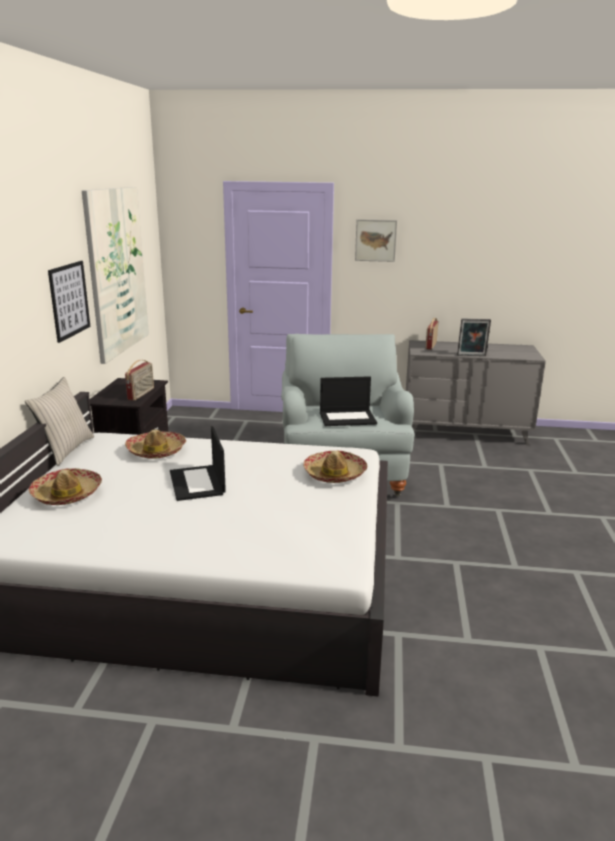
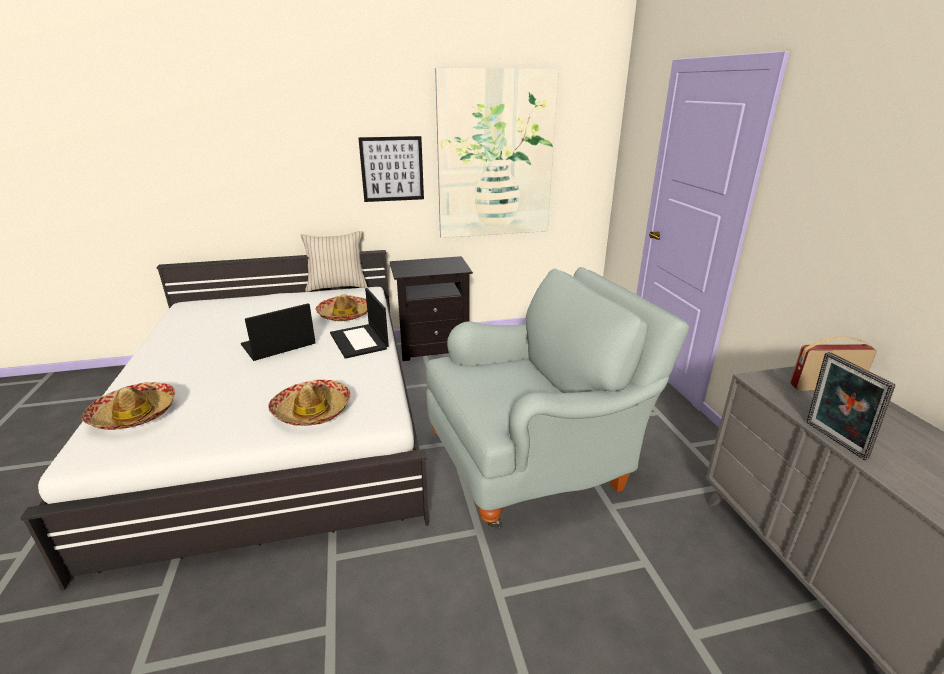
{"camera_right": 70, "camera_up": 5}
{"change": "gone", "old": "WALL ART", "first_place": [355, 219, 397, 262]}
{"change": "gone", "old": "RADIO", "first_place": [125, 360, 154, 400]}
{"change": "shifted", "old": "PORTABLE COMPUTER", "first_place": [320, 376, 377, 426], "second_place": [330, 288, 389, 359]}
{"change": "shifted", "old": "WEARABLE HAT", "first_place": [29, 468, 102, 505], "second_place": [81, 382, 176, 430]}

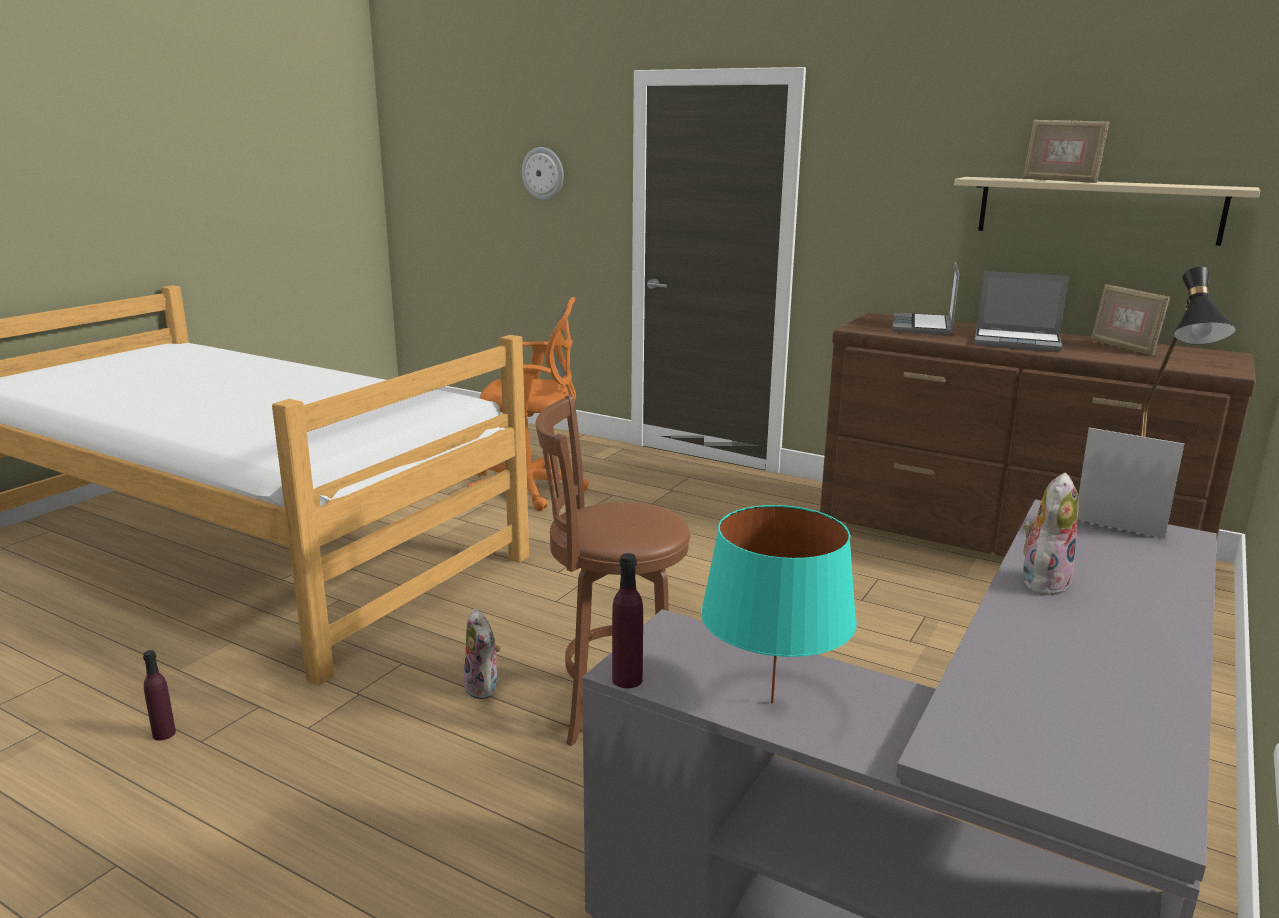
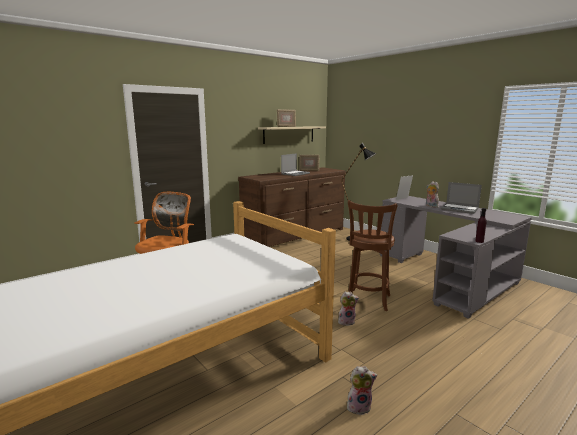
{"camera_right": -70, "camera_up": -5}
{"change": "gone", "old": "HANGING CLOCK", "first_place": [522, 147, 564, 200]}
{"change": "shifted", "old": "PORTABLE COMPUTER", "first_place": [892, 262, 959, 335], "second_place": [441, 182, 482, 214]}
{"change": "gone", "old": "TURQUOISE TABLE LAMP", "first_place": [701, 505, 857, 703]}
{"change": "swapped", "old": "PURPLE BEVERAGE BOTTLE", "new": "PLUSH TOY", "first_place": [143, 650, 176, 740], "second_place": [347, 366, 377, 415]}

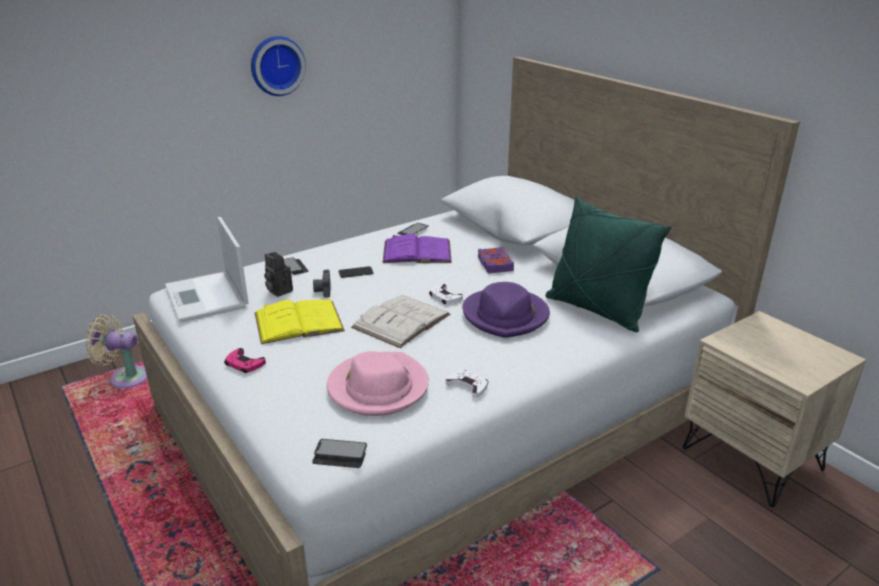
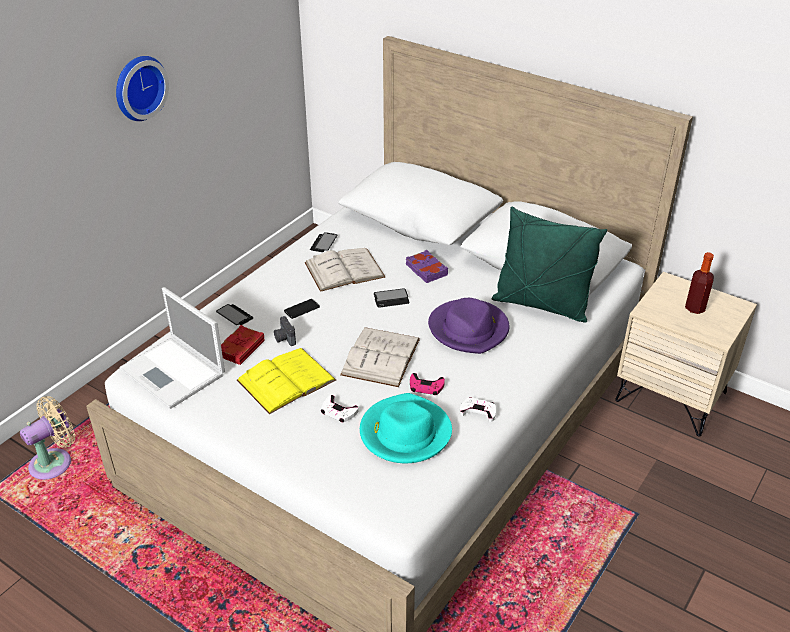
{"camera_right": -20, "camera_up": 10}
{"change": "repainted", "old": "PURPLE BOUND BOOK", "new": "WHITE BOUND BOOK", "first_place": [383, 234, 452, 263], "second_place": [305, 248, 385, 292]}
{"change": "swapped", "old": "STILL CAMERA", "new": "RED-COLOURED BOUND BOOK", "first_place": [264, 252, 293, 297], "second_place": [221, 325, 265, 365]}
{"change": "shifted", "old": "WHITE GAME CONTROLLER", "first_place": [429, 284, 463, 304], "second_place": [321, 395, 359, 422]}
{"change": "rotated", "old": "SAND-COLOURED ELECTRIC FAN", "first_place": [85, 314, 147, 388], "second_place": [20, 396, 75, 480], "degrees": 150}
{"change": "shifted", "old": "PINK-COLOURED GAME CONTROLLER", "first_place": [224, 348, 266, 373], "second_place": [410, 373, 445, 395]}
{"change": "repainted", "old": "PINK-COLOURED WEARABLE HAT", "new": "TURQUOISE WEARABLE HAT", "first_place": [327, 351, 429, 416], "second_place": [360, 393, 452, 463]}
{"change": "shifted", "old": "HANDSET", "first_place": [312, 439, 367, 468], "second_place": [374, 288, 410, 308]}
{"change": "new", "new": "BEVERAGE BOTTLE", "second_place": [685, 252, 714, 314]}

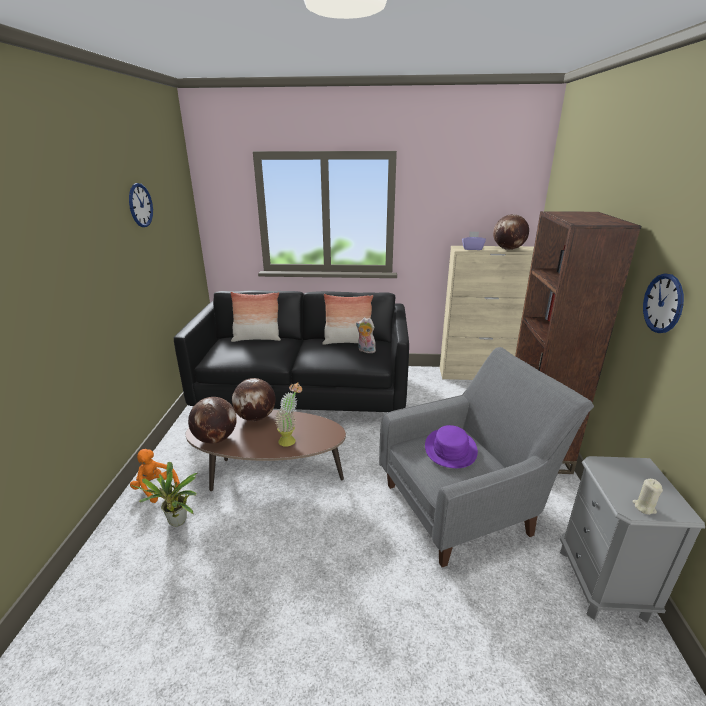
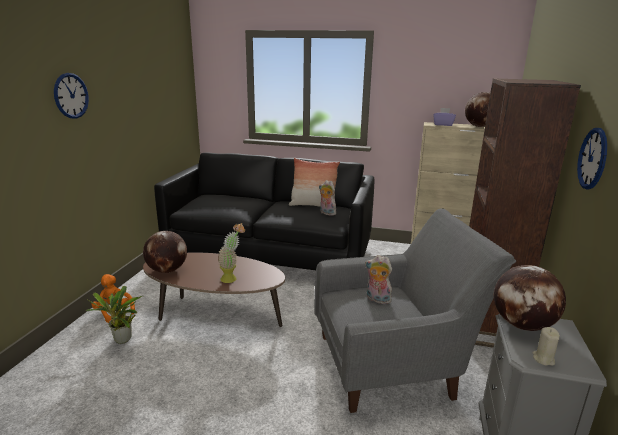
{"camera_right": 10, "camera_up": -5}
{"change": "shifted", "old": "HANGING CLOCK", "first_place": [129, 183, 153, 227], "second_place": [54, 73, 89, 119]}
{"change": "gone", "old": "CUSHION", "first_place": [230, 292, 281, 342]}
{"change": "shifted", "old": "DESK GLOBE", "first_place": [232, 378, 276, 421], "second_place": [494, 265, 566, 331]}
{"change": "swapped", "old": "PURPLE WEARABLE HAT", "new": "PLUSH TOY", "first_place": [425, 425, 478, 468], "second_place": [365, 255, 393, 304]}

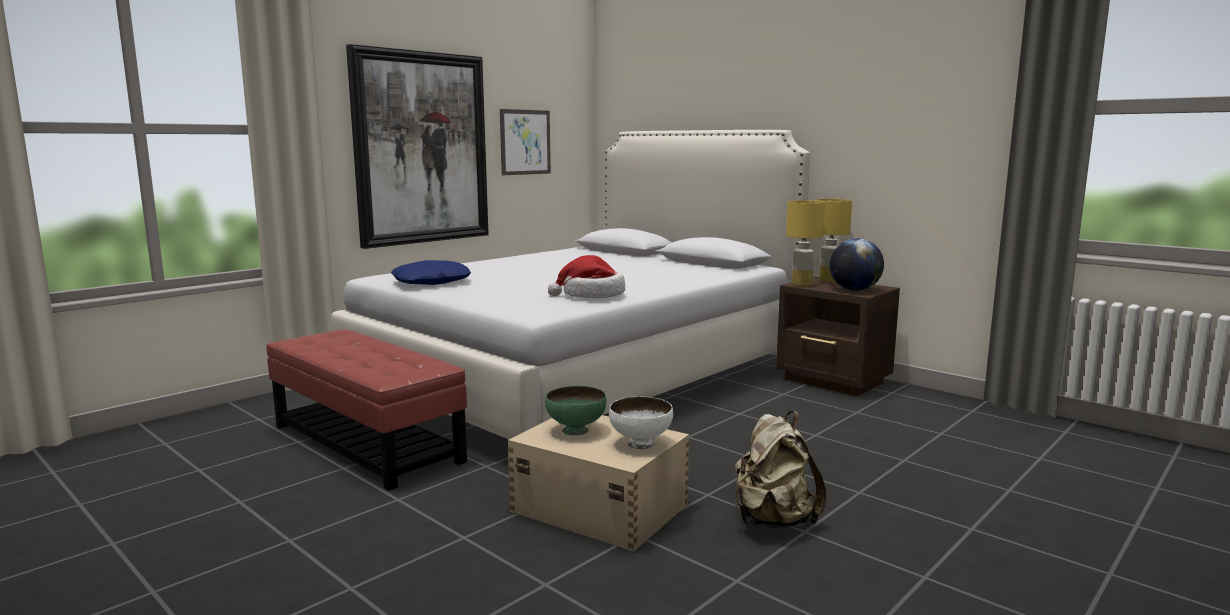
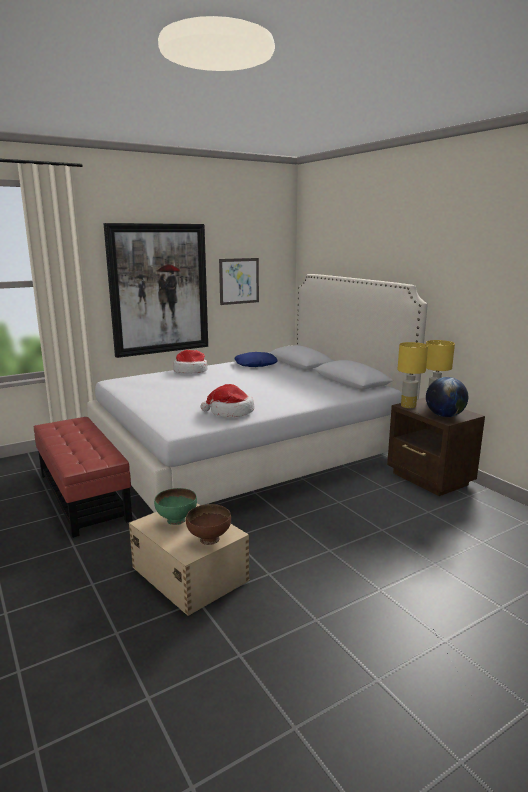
{"camera_right": 15, "camera_up": 5}
{"change": "shifted", "old": "BLUE-COLOURED CUSHION", "first_place": [391, 260, 471, 285], "second_place": [234, 352, 277, 367]}
{"change": "repainted", "old": "WHITE DEEP DISH", "new": "BROWN DEEP DISH", "first_place": [609, 396, 673, 449], "second_place": [186, 504, 231, 545]}
{"change": "gone", "old": "SAND-COLOURED BACKPACK", "first_place": [735, 411, 826, 529]}
{"change": "new", "new": "WEARABLE HAT", "second_place": [173, 350, 207, 374]}

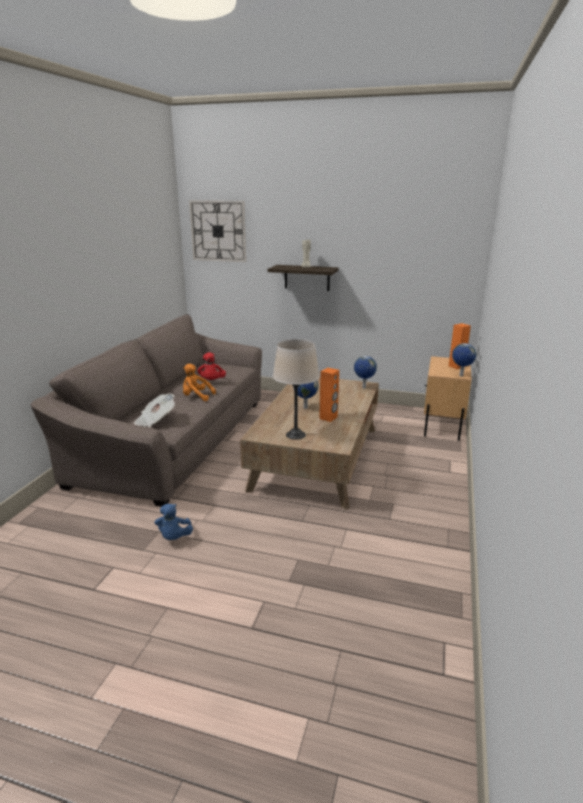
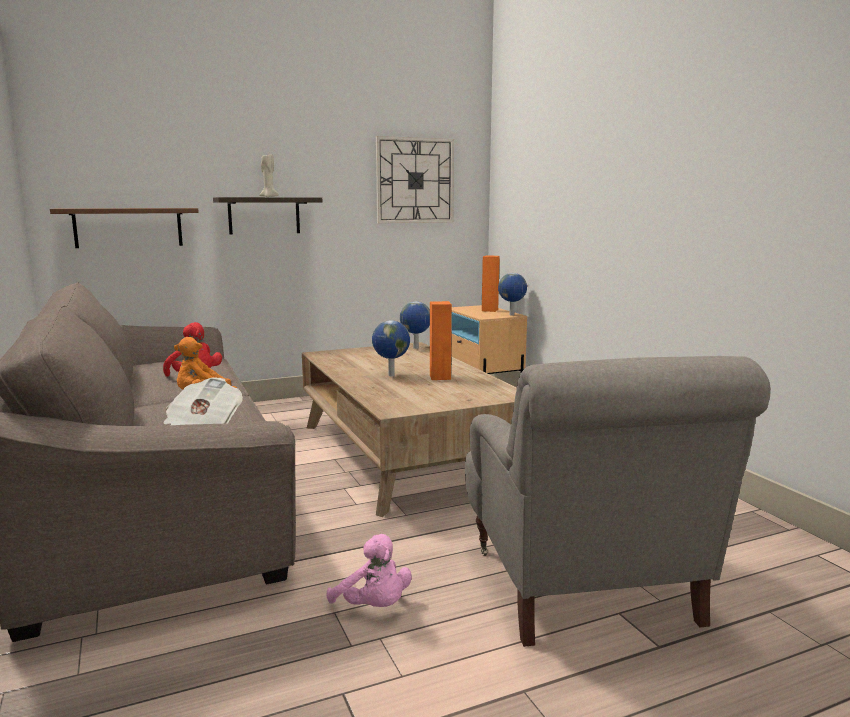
{"camera_right": -40, "camera_up": -10}
{"change": "shifted", "old": "HANGING CLOCK", "first_place": [189, 200, 246, 262], "second_place": [376, 136, 454, 223]}
{"change": "gone", "old": "SAND-COLOURED TABLE LAMP", "first_place": [273, 339, 320, 440]}
{"change": "repainted", "old": "BLUE-COLOURED PLUSH TOY", "new": "PINK-COLOURED PLUSH TOY", "first_place": [155, 504, 193, 540], "second_place": [327, 534, 412, 607]}
{"change": "new", "new": "BROWN BRACKET SHELF", "second_place": [50, 208, 199, 248]}
{"change": "new", "new": "GREYISH ARMCHAIR", "second_place": [465, 356, 771, 647]}

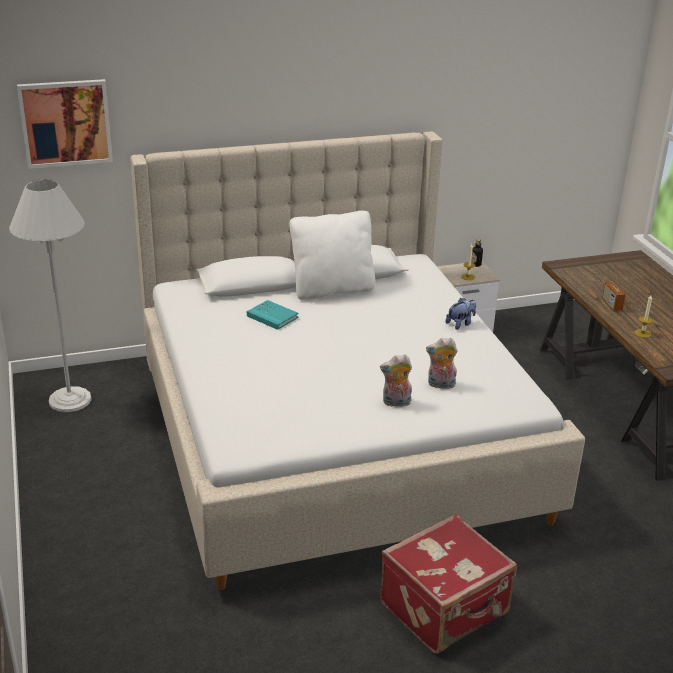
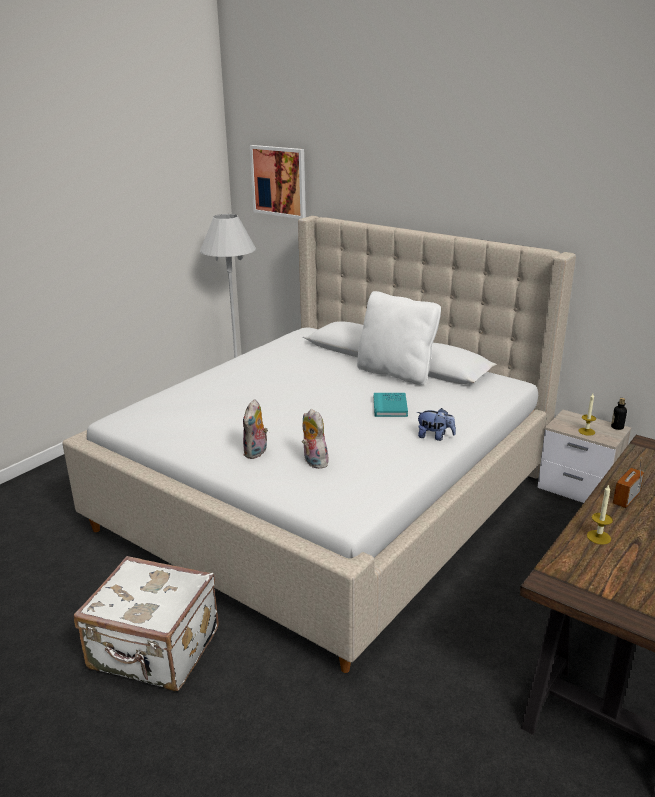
{"camera_right": 55, "camera_up": -5}
{"change": "shifted", "old": "TURQUOISE BOUND BOOK", "first_place": [247, 300, 298, 330], "second_place": [374, 393, 408, 417]}
{"change": "rotated", "old": "PLUSH TOY", "first_place": [380, 354, 412, 407], "second_place": [243, 399, 268, 459], "degrees": -120}
{"change": "repainted", "old": "RED-COLOURED PIECE OF LUGGAGE", "new": "WHITE PIECE OF LUGGAGE", "first_place": [380, 514, 517, 654], "second_place": [74, 556, 219, 691]}

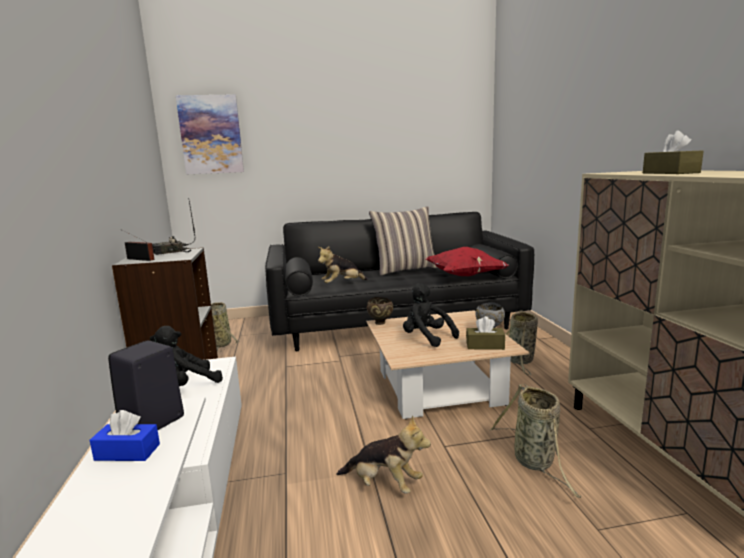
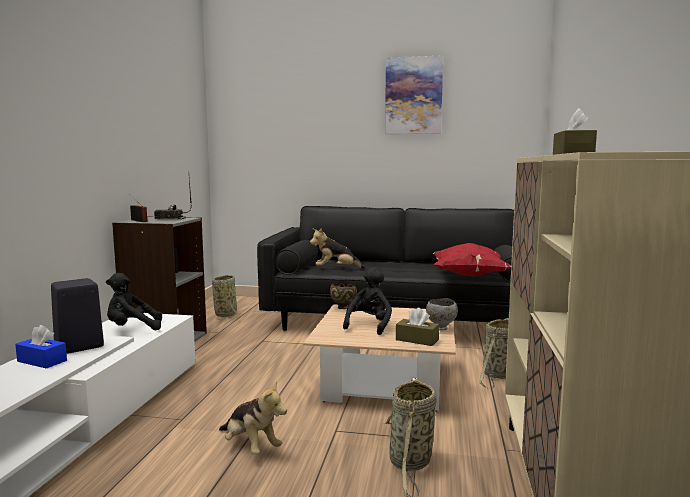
{"camera_right": 20, "camera_up": -5}
{"change": "shifted", "old": "WALL ART", "first_place": [176, 94, 244, 174], "second_place": [385, 55, 443, 134]}
{"change": "gone", "old": "CUSHION", "first_place": [369, 206, 438, 276]}
{"change": "rotated", "old": "BLACK PLUSH TOY", "first_place": [403, 283, 459, 347], "second_place": [343, 267, 392, 335], "degrees": 45}

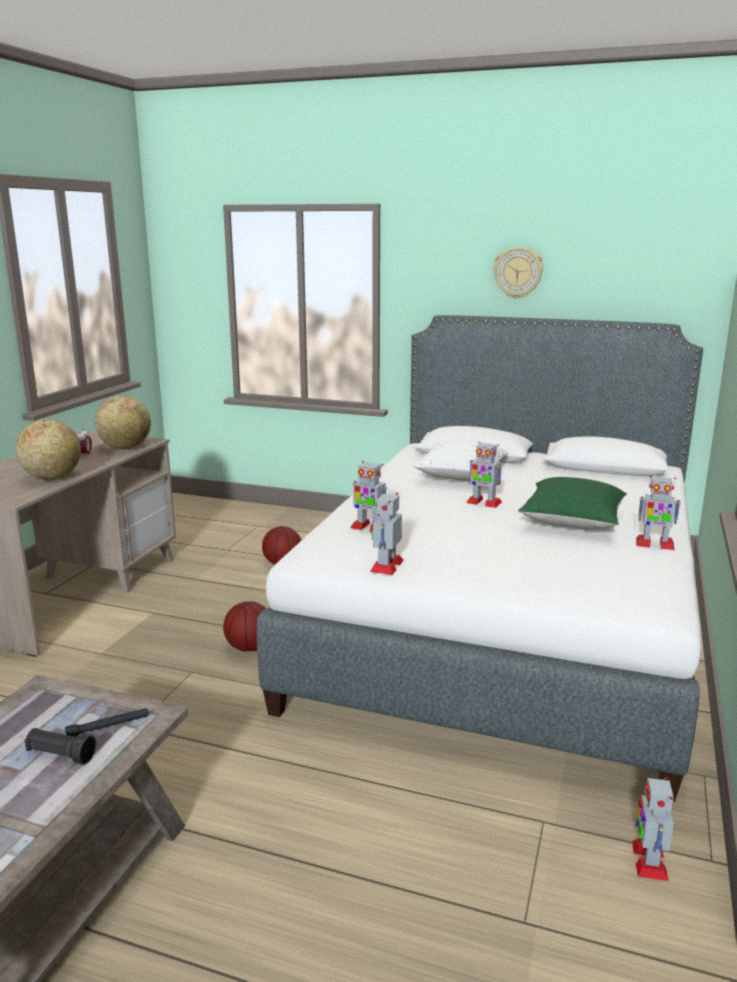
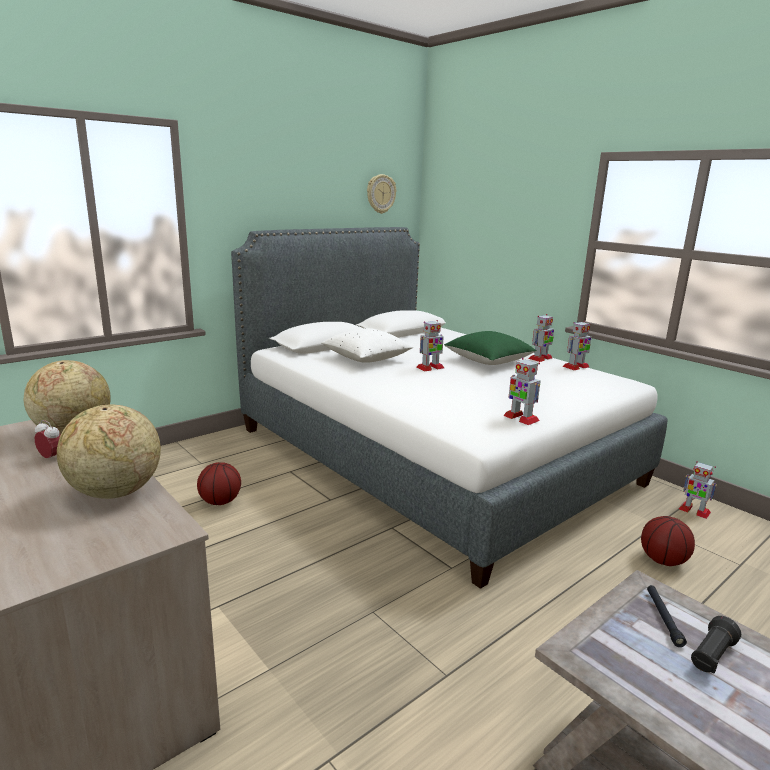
{"camera_right": -60, "camera_up": 0}
{"change": "shifted", "old": "HANGING CLOCK", "first_place": [493, 247, 543, 298], "second_place": [367, 174, 396, 214]}
{"change": "shifted", "old": "MODEL ROBOT", "first_place": [350, 461, 387, 532], "second_place": [562, 321, 591, 370]}
{"change": "shifted", "old": "BASKETBALL", "first_place": [223, 601, 266, 651], "second_place": [641, 516, 695, 566]}

